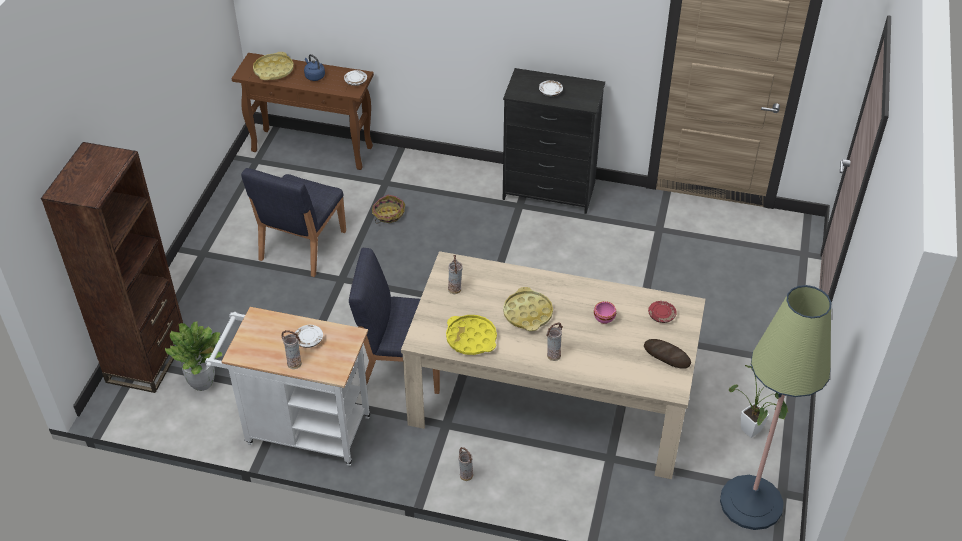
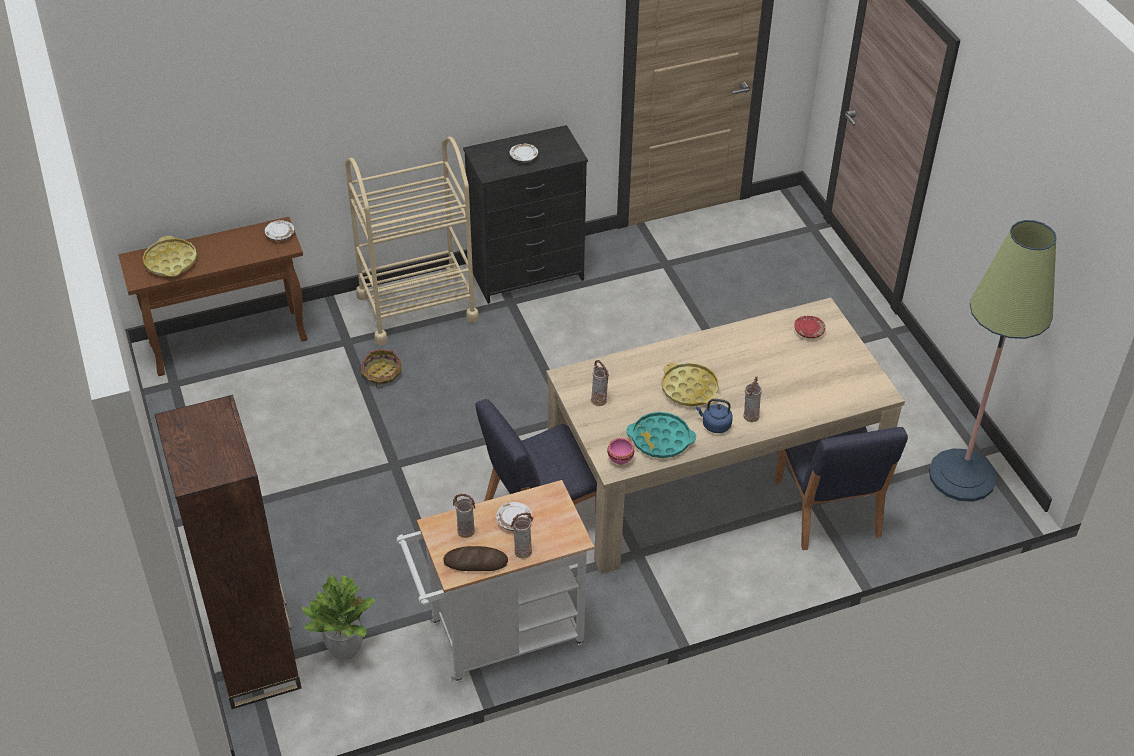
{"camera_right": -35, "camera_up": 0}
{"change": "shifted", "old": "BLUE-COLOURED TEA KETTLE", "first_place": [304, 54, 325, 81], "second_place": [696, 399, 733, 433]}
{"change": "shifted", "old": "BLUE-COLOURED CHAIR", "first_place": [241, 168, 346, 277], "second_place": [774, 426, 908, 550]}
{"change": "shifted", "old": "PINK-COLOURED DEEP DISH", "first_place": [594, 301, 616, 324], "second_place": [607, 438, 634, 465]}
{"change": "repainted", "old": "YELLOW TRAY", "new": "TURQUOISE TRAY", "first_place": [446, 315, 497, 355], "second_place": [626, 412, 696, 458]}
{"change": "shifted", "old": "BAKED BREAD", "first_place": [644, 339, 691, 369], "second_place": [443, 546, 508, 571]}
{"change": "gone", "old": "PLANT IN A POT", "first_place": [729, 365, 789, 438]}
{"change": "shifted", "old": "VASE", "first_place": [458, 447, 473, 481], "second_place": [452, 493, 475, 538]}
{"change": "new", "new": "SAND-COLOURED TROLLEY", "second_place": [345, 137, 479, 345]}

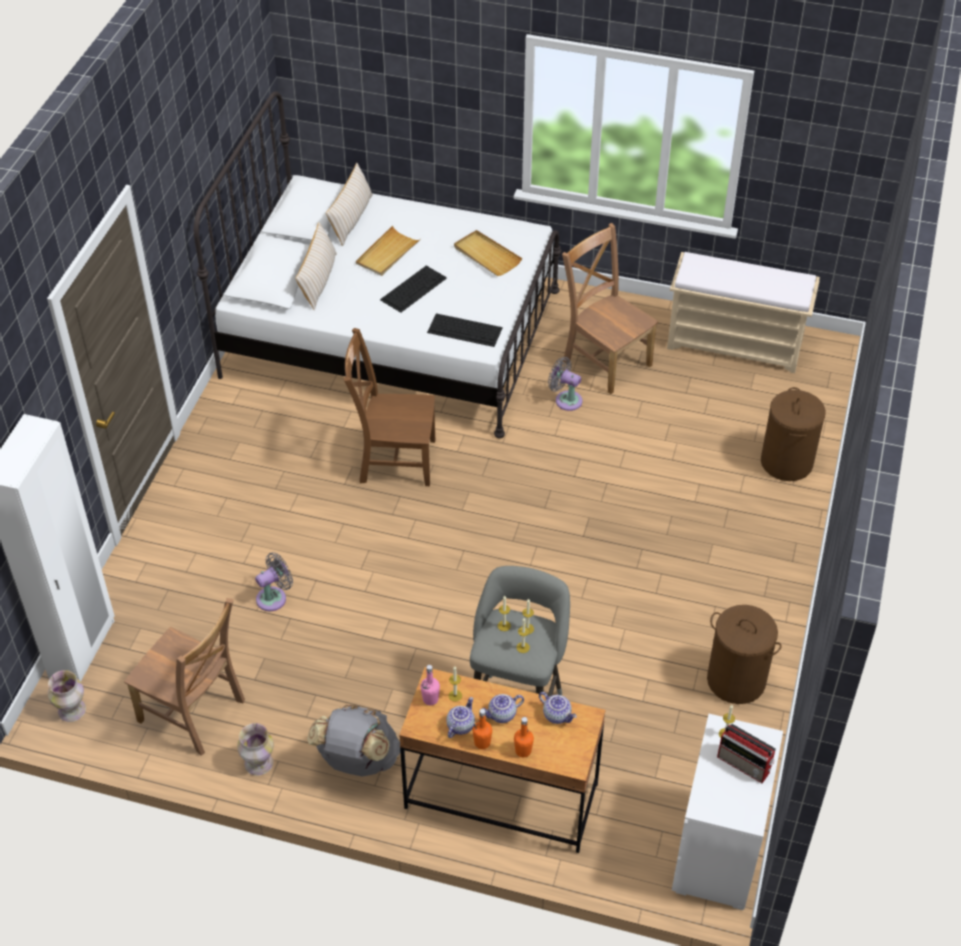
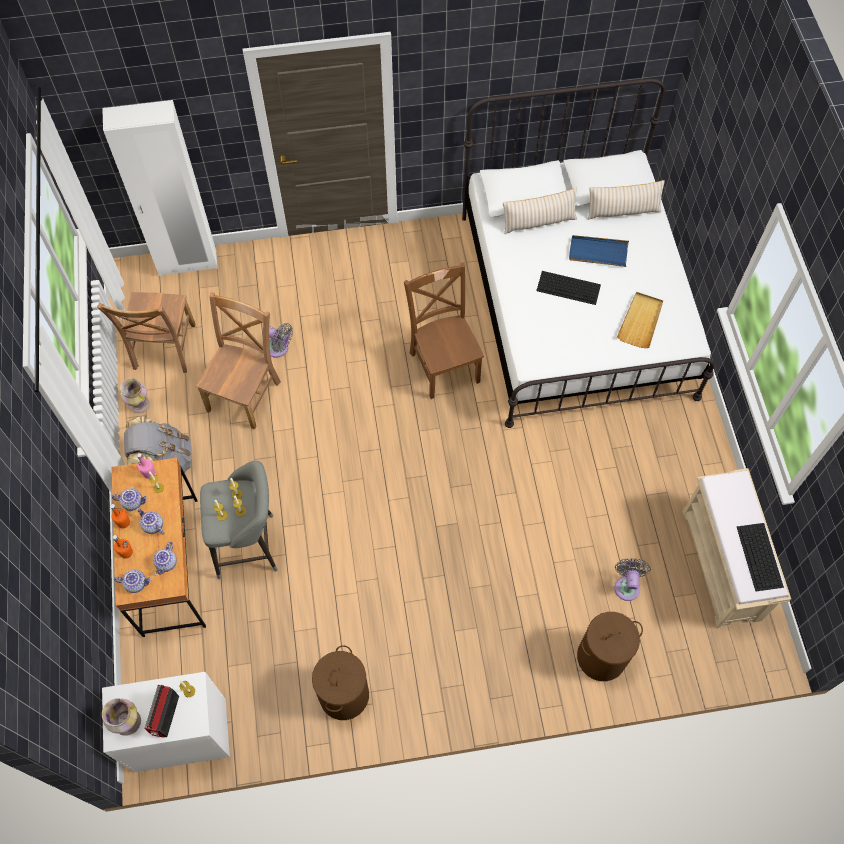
{"camera_right": 65, "camera_up": 15}
{"change": "shifted", "old": "BROWN CHAIR", "first_place": [562, 223, 658, 394], "second_place": [196, 292, 281, 429]}
{"change": "repainted", "old": "SAND-COLOURED TRAY", "new": "BLUE-COLOURED TRAY", "first_place": [356, 226, 421, 276], "second_place": [569, 235, 629, 267]}
{"change": "shifted", "old": "PC KEYBOARD", "first_place": [427, 313, 503, 347], "second_place": [737, 523, 784, 591]}
{"change": "shifted", "old": "GREYISH ELECTRIC FAN", "first_place": [548, 357, 582, 411], "second_place": [614, 558, 651, 601]}
{"change": "shifted", "old": "VASE", "first_place": [48, 670, 86, 722], "second_place": [102, 699, 141, 736]}
{"change": "new", "new": "TEA POT", "second_place": [114, 570, 152, 593]}

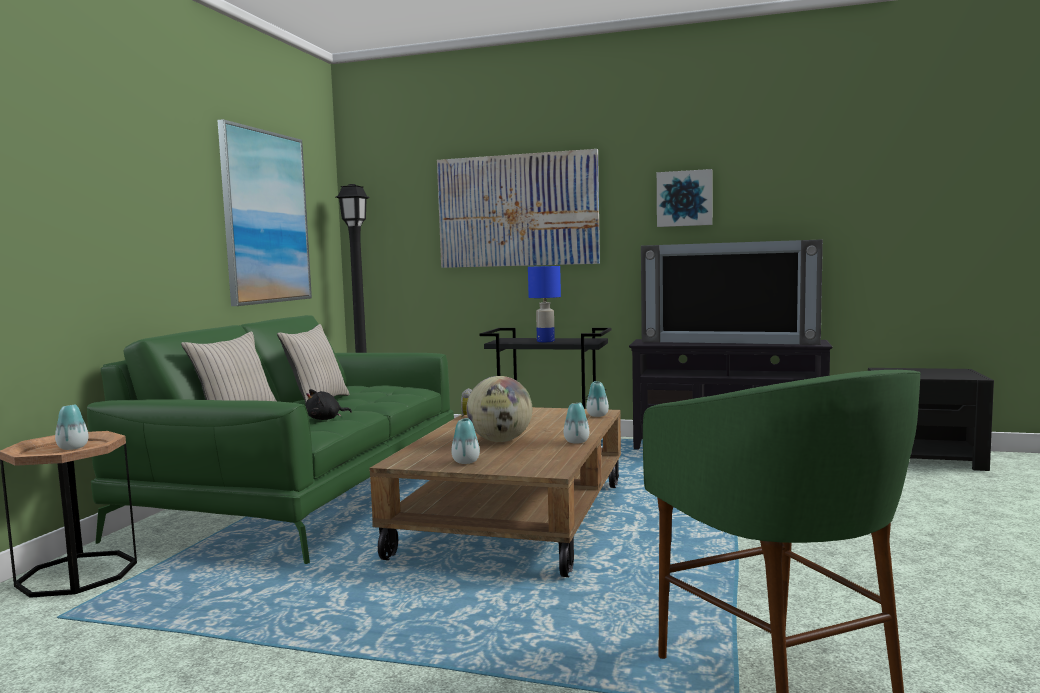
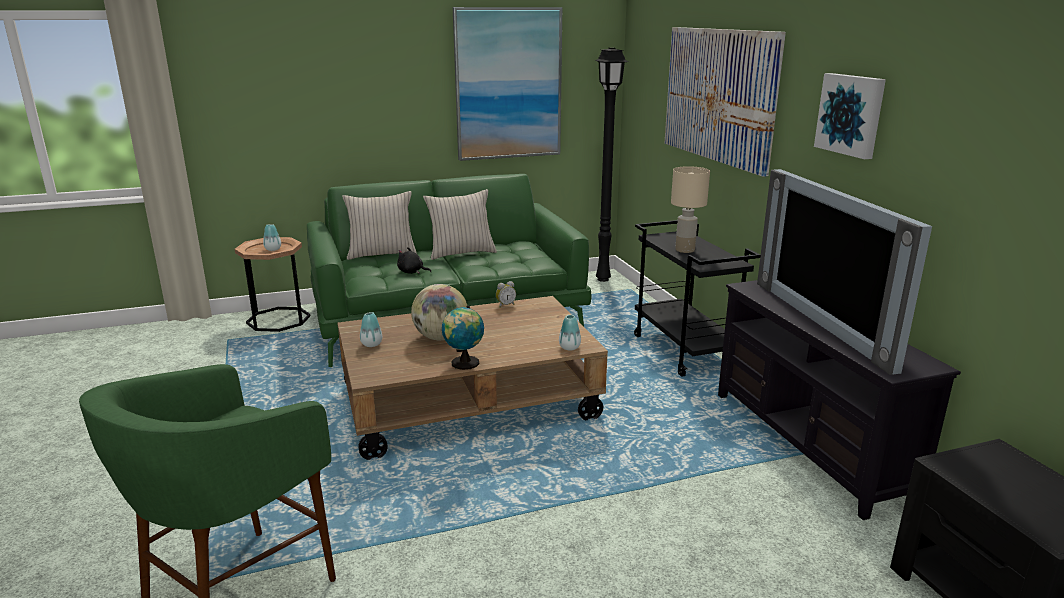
{"camera_right": 55, "camera_up": 15}
{"change": "repainted", "old": "BLUE-COLOURED TABLE LAMP", "new": "SAND-COLOURED TABLE LAMP", "first_place": [528, 266, 561, 342], "second_place": [671, 166, 710, 253]}
{"change": "swapped", "old": "VASE", "new": "DESK GLOBE", "first_place": [564, 403, 589, 444], "second_place": [442, 306, 484, 370]}

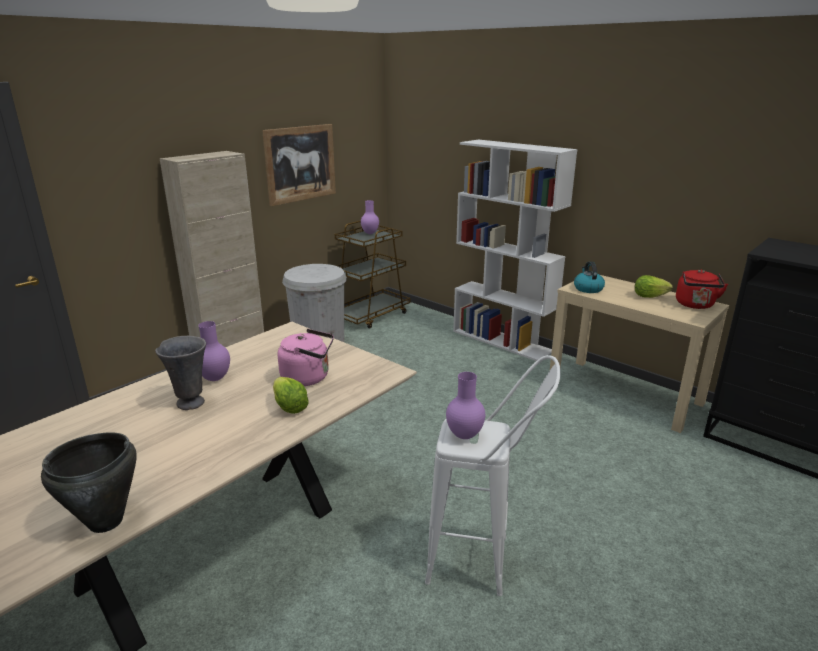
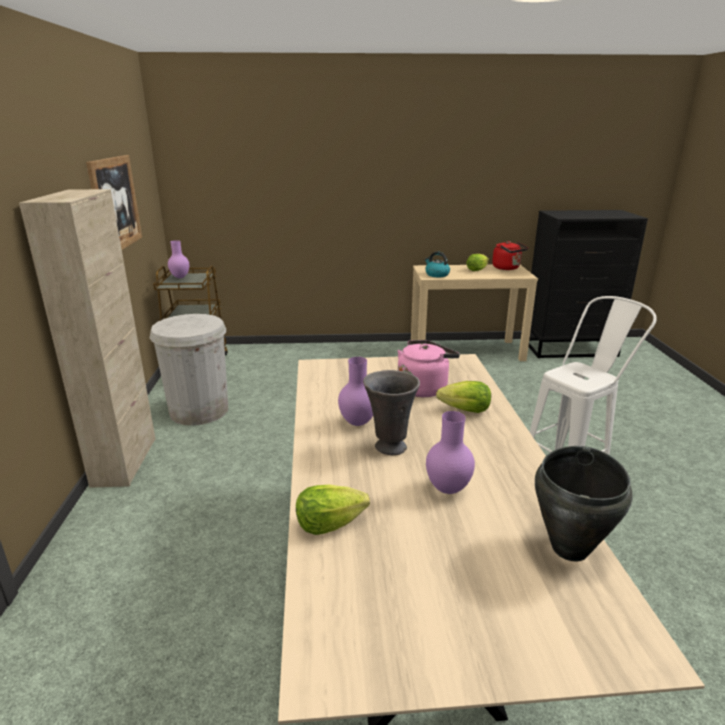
{"camera_right": -45, "camera_up": 0}
{"change": "gone", "old": "WHITE BOOKCASE", "first_place": [453, 140, 577, 361]}
{"change": "shifted", "old": "PURPLE VASE", "first_place": [446, 372, 485, 439], "second_place": [426, 411, 475, 494]}
{"change": "new", "new": "LETTUCE HEAD", "second_place": [296, 485, 370, 535]}

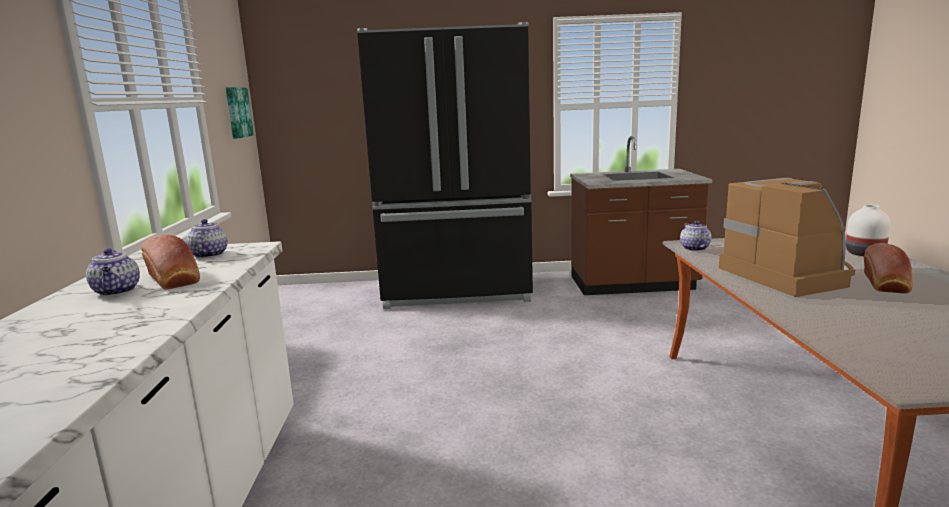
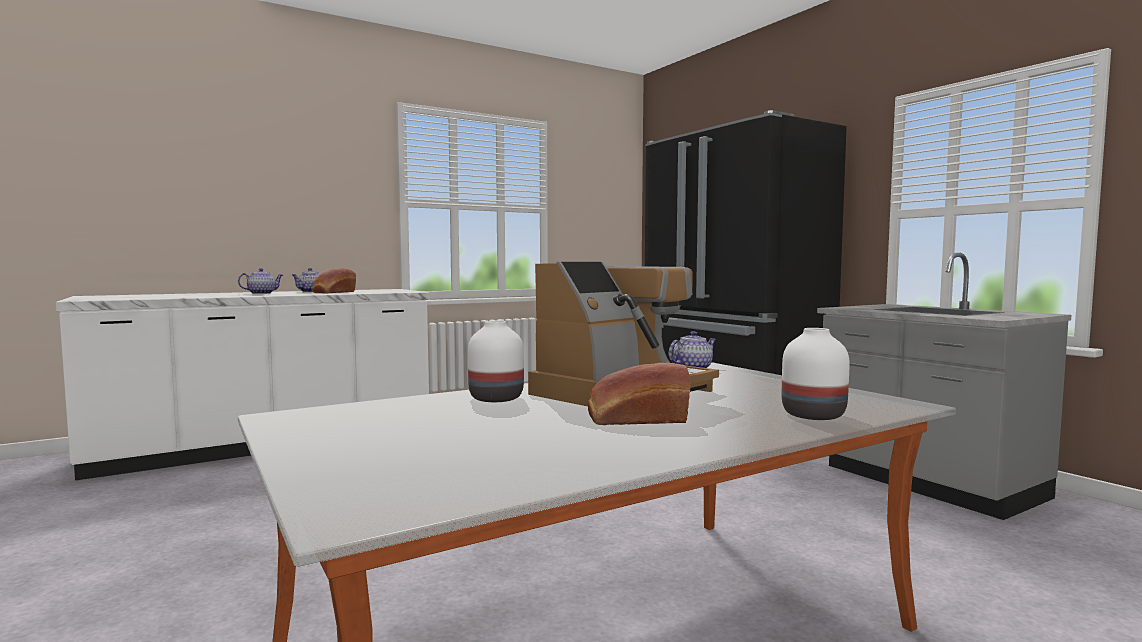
{"camera_right": 60, "camera_up": -10}
{"change": "gone", "old": "WALL ART", "first_place": [226, 87, 254, 139]}
{"change": "repainted", "old": "BROWN COUNTER", "new": "GREYISH COUNTER", "first_place": [570, 136, 712, 295], "second_place": [817, 253, 1071, 520]}
{"change": "shifted", "old": "TEA POT", "first_place": [186, 219, 227, 258], "second_place": [238, 268, 283, 294]}
{"change": "new", "new": "WHITE VASE", "second_place": [468, 321, 524, 402]}

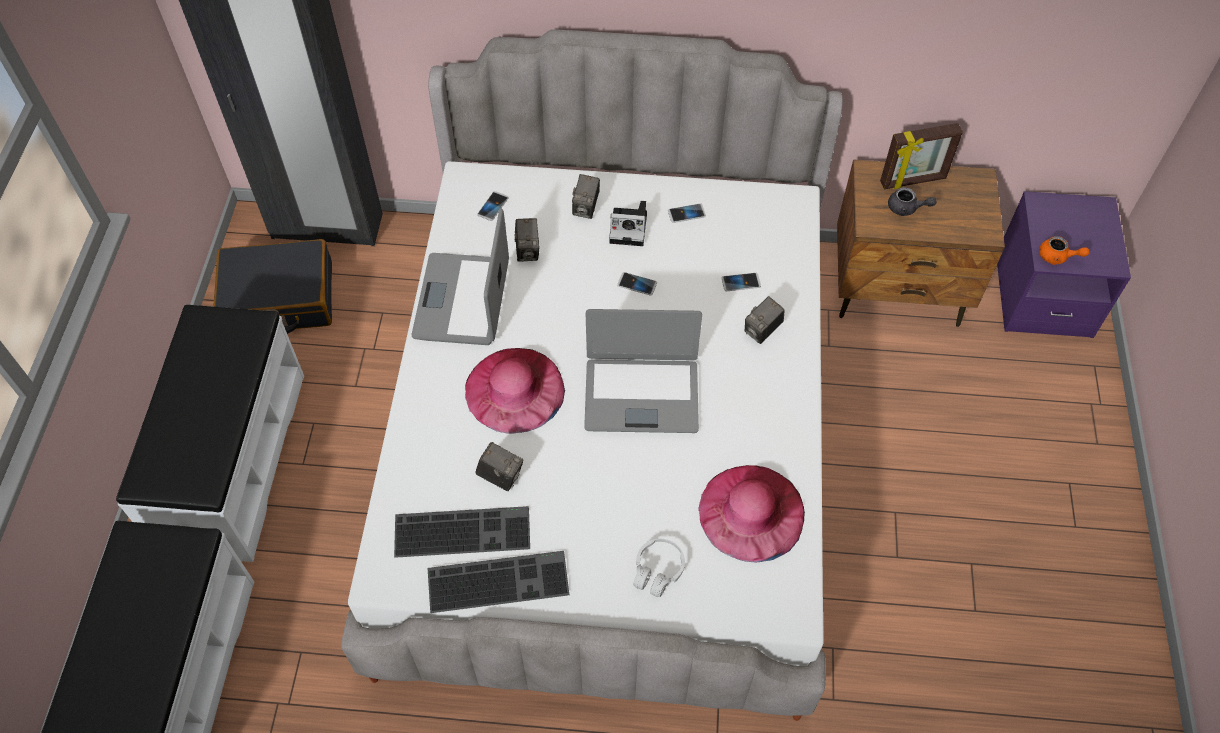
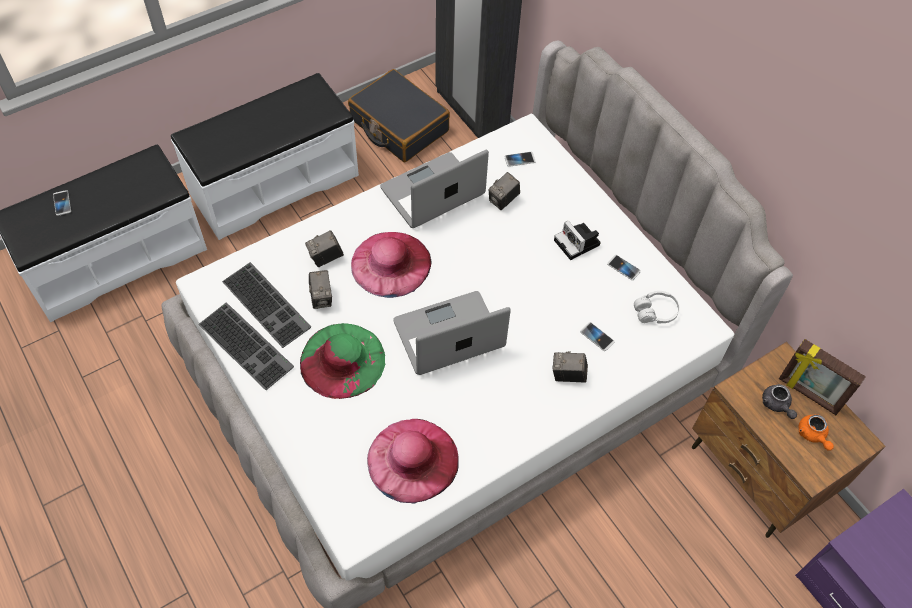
{"camera_right": 50, "camera_up": 0}
{"change": "shifted", "old": "STILL CAMERA", "first_place": [572, 174, 600, 219], "second_place": [305, 230, 344, 267]}
{"change": "shifted", "old": "ORANGE TEA POT", "first_place": [1039, 236, 1090, 265], "second_place": [799, 414, 834, 451]}
{"change": "shifted", "old": "HANDSET", "first_place": [617, 272, 657, 296], "second_place": [53, 190, 71, 216]}
{"change": "rotated", "old": "PORTABLE COMPUTER", "first_place": [584, 309, 702, 433], "second_place": [393, 291, 511, 375], "degrees": 105}
{"change": "shifted", "old": "WHITE PAIR OF HEADPHONES", "first_place": [633, 539, 685, 597], "second_place": [634, 291, 680, 324]}
{"change": "new", "new": "GREENISH WEARABLE HAT", "second_place": [300, 323, 386, 399]}

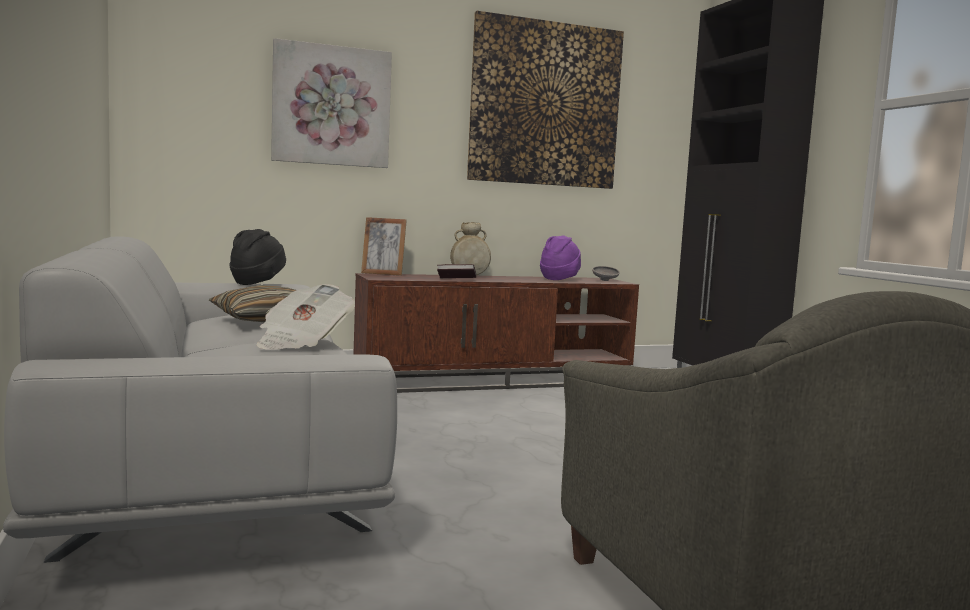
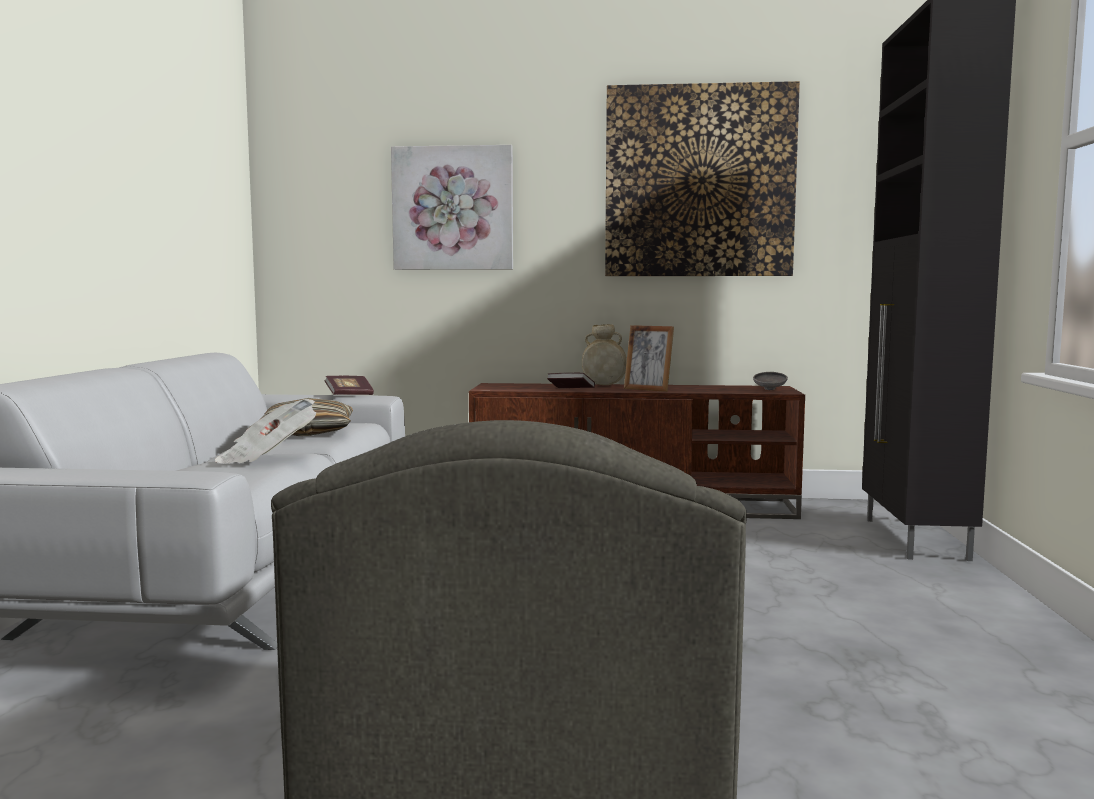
{"camera_right": 25, "camera_up": 0}
{"change": "shifted", "old": "PICTURE FRAME", "first_place": [361, 217, 407, 276], "second_place": [624, 325, 674, 392]}
{"change": "swapped", "old": "BLACK WEARABLE HAT", "new": "BOUND BOOK", "first_place": [229, 229, 286, 285], "second_place": [325, 376, 374, 395]}
{"change": "gone", "old": "PURPLE WEARABLE HAT", "first_place": [540, 235, 581, 280]}

